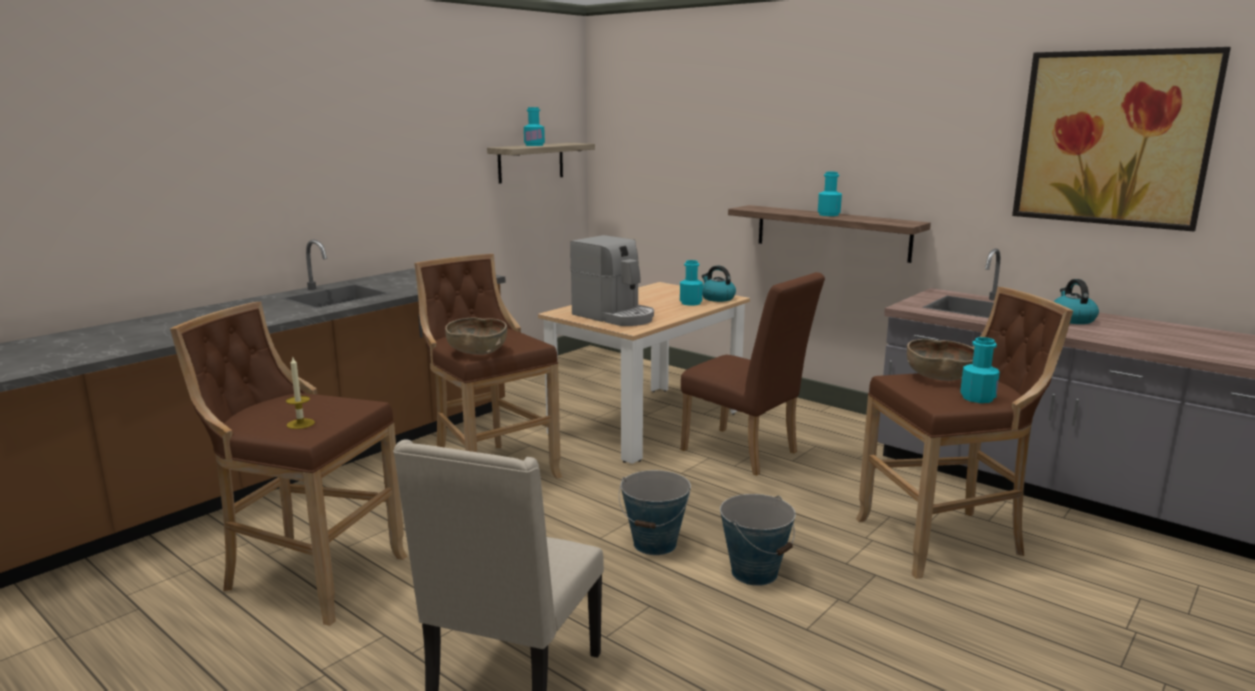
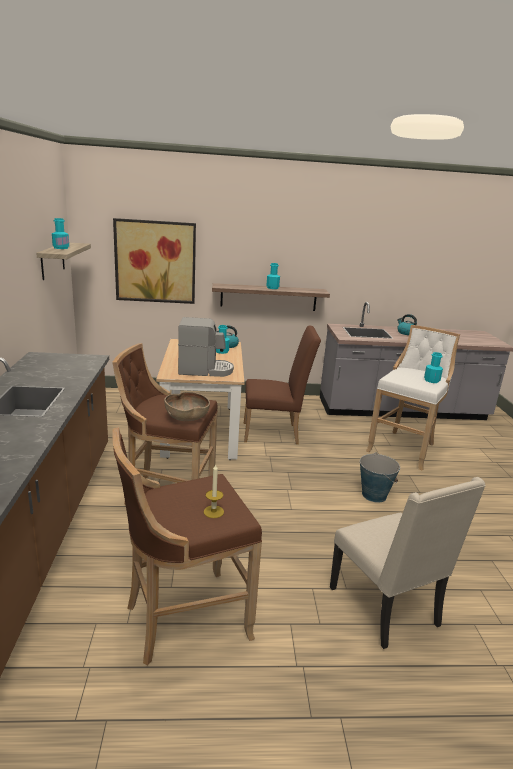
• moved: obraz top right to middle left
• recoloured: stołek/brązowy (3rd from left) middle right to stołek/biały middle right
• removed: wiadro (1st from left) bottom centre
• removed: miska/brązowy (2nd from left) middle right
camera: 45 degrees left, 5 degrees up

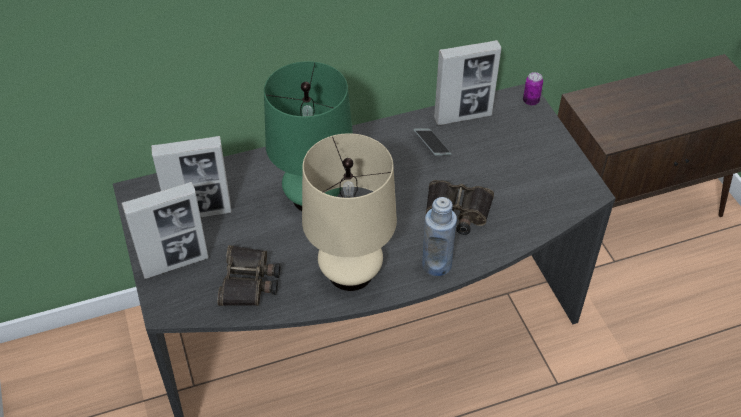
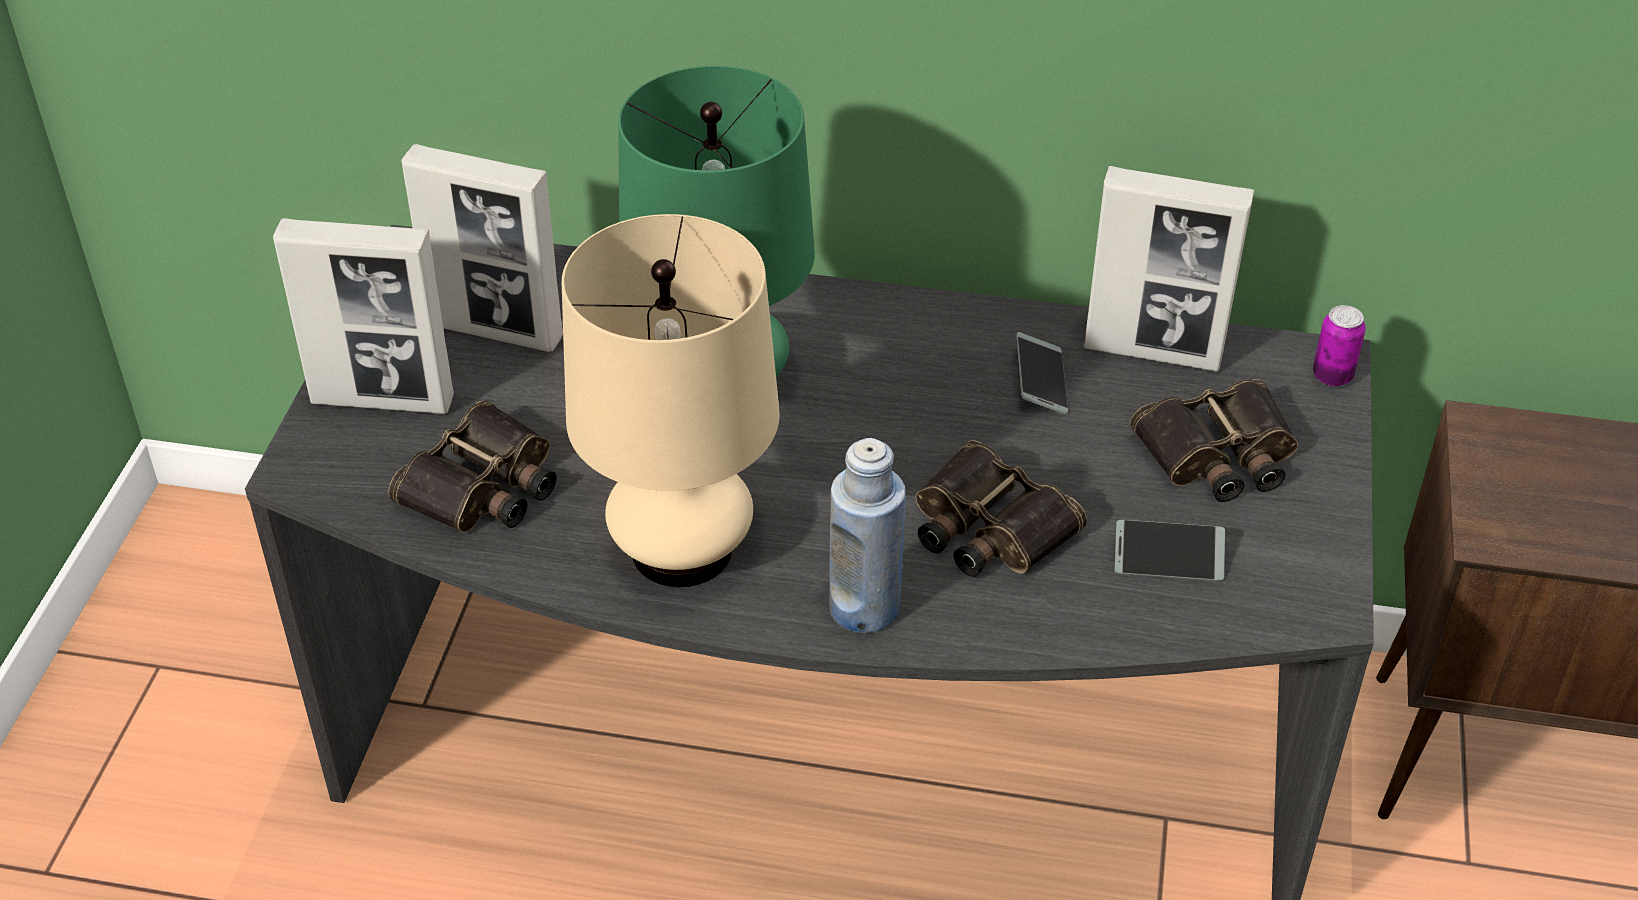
• added: telefon (2nd from left) middle right
• added: lornetka (3rd from left) middle right
camera: 30 degrees right, 5 degrees down

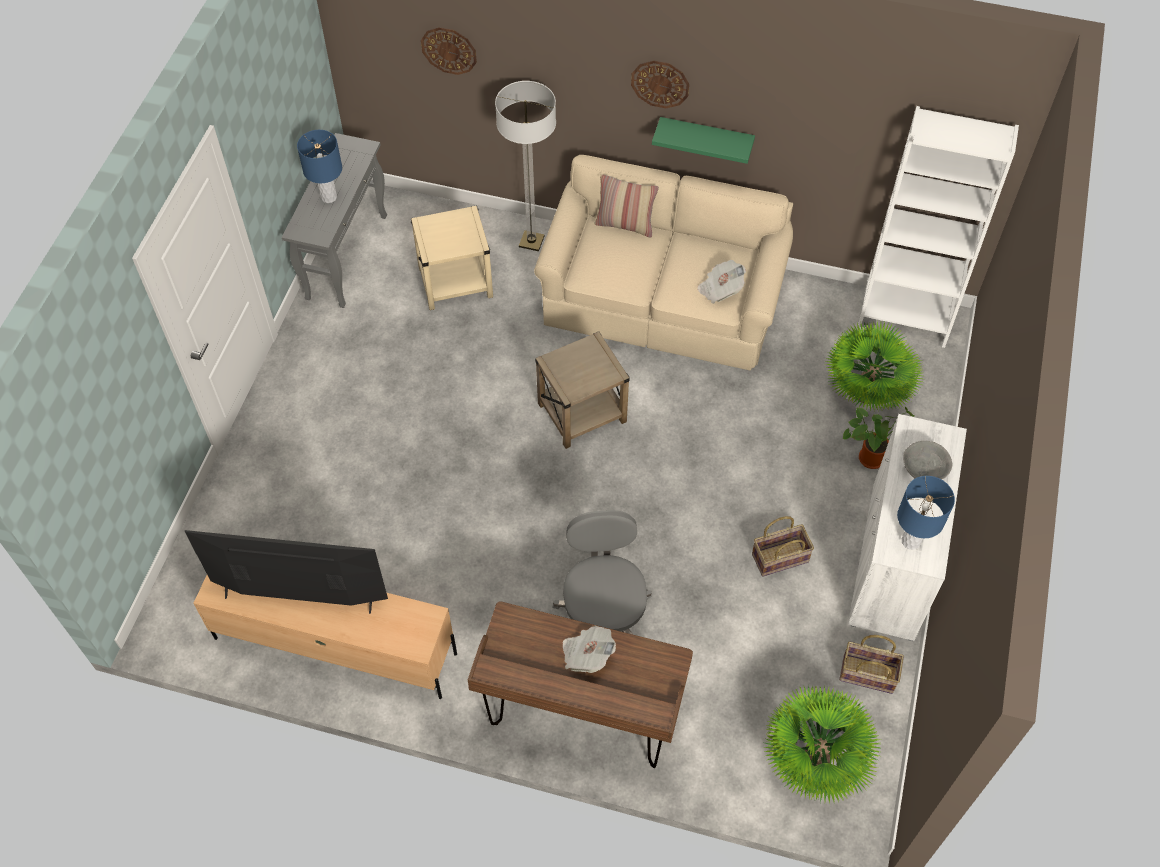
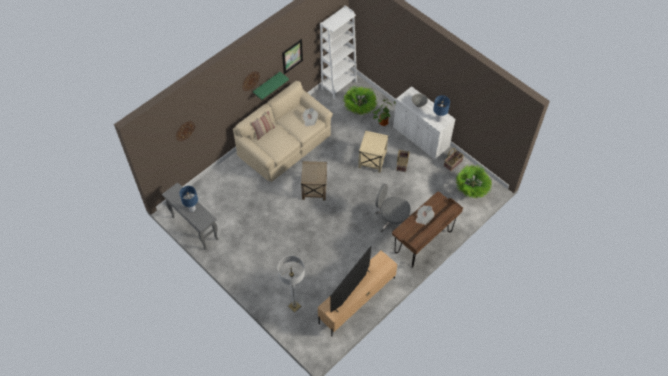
• moved: lampa stojąca top centre to bottom centre
• added: obraz top centre
• moved: stolik/beżowy (1st from left in the first image) top centre to stolik/beżowy (2nd from left) centre
camera: 60 degrees left, 0 degrees up

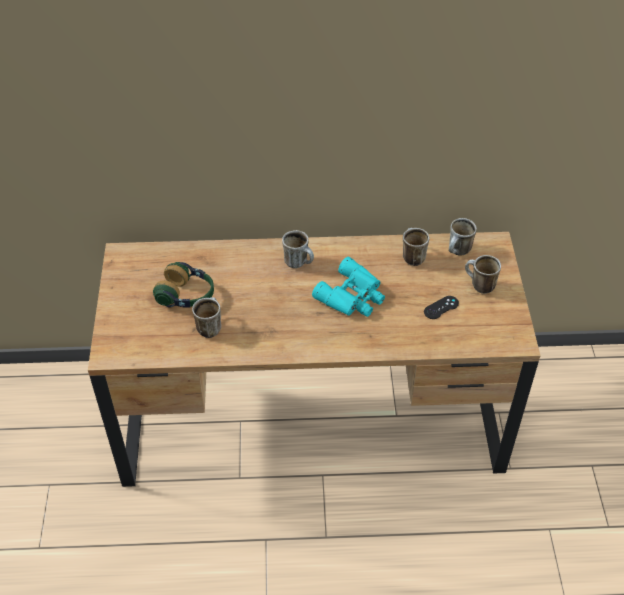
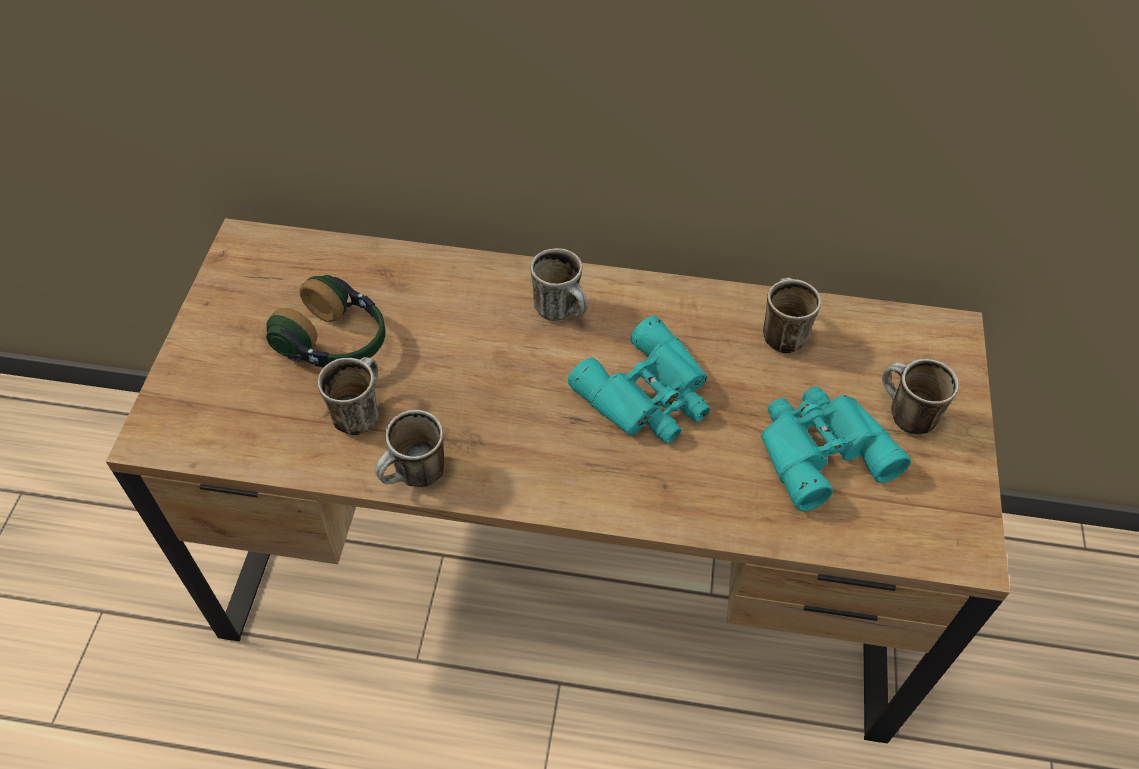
• moved: kubek (4th from left in the first image) middle right to kubek (2nd from left) centre
• replaced: pad do gier/czarny middle right to lornetka/turkusowy (2nd from left) middle right
camera: 10 degrees right, 5 degrees up

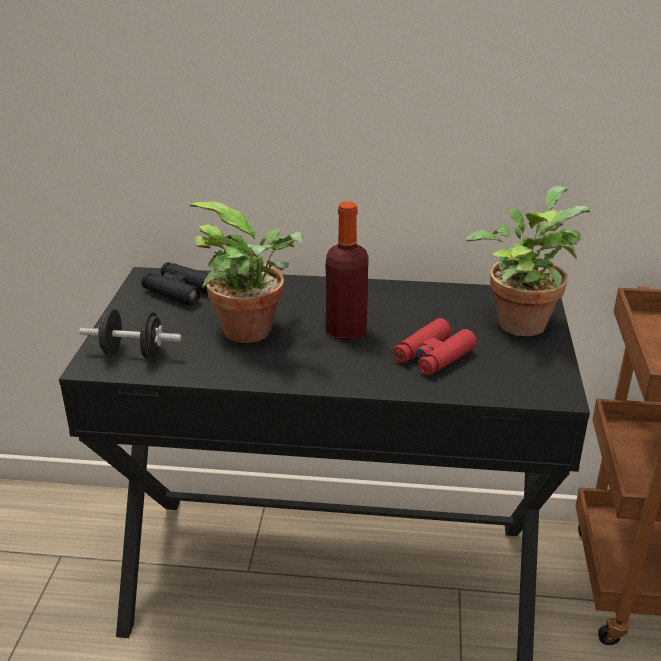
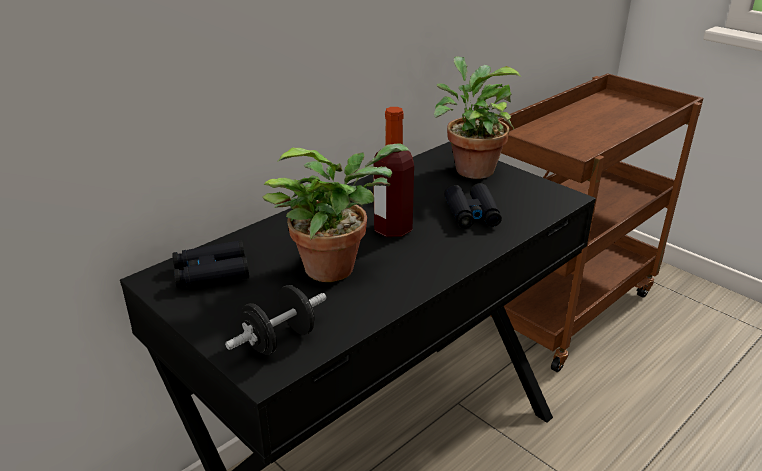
• recoloured: lornetka/czerwony centre to lornetka/czarny (2nd from left) centre
camera: 50 degrees left, 0 degrees up

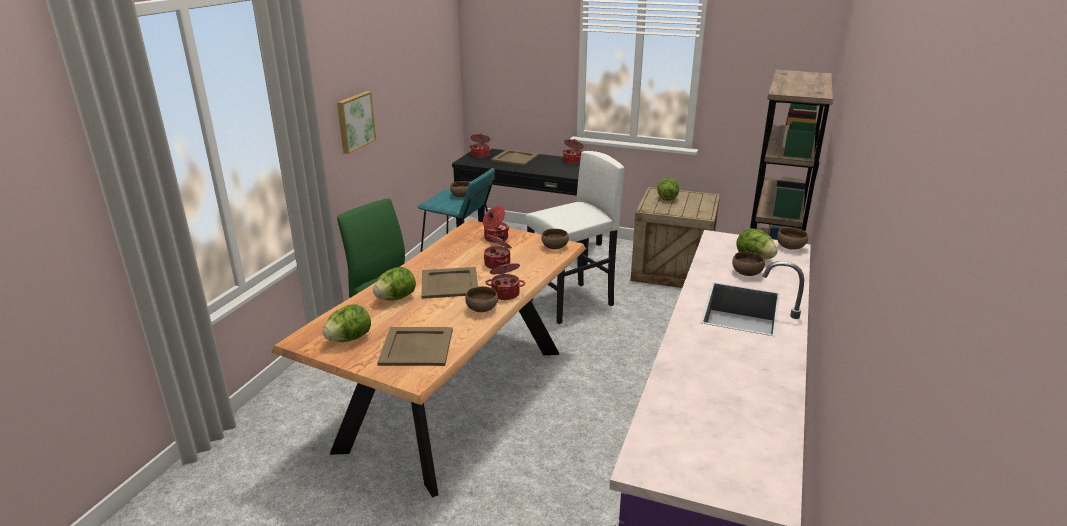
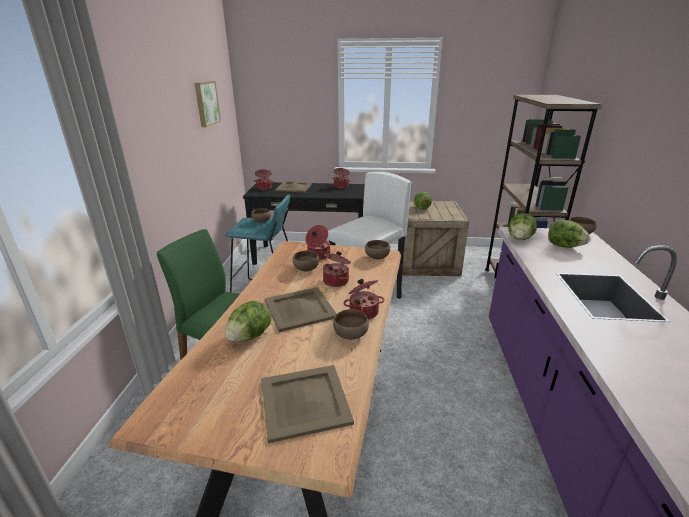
• moved: obraz top centre to top left
• moved: miska/brązowy (4th from left in the first image) middle right to miska/brązowy (2nd from left) centre
• moved: sałata (1st from left in the first image) middle left to sałata (3rd from left) middle right
camera: 15 degrees left, 0 degrees up

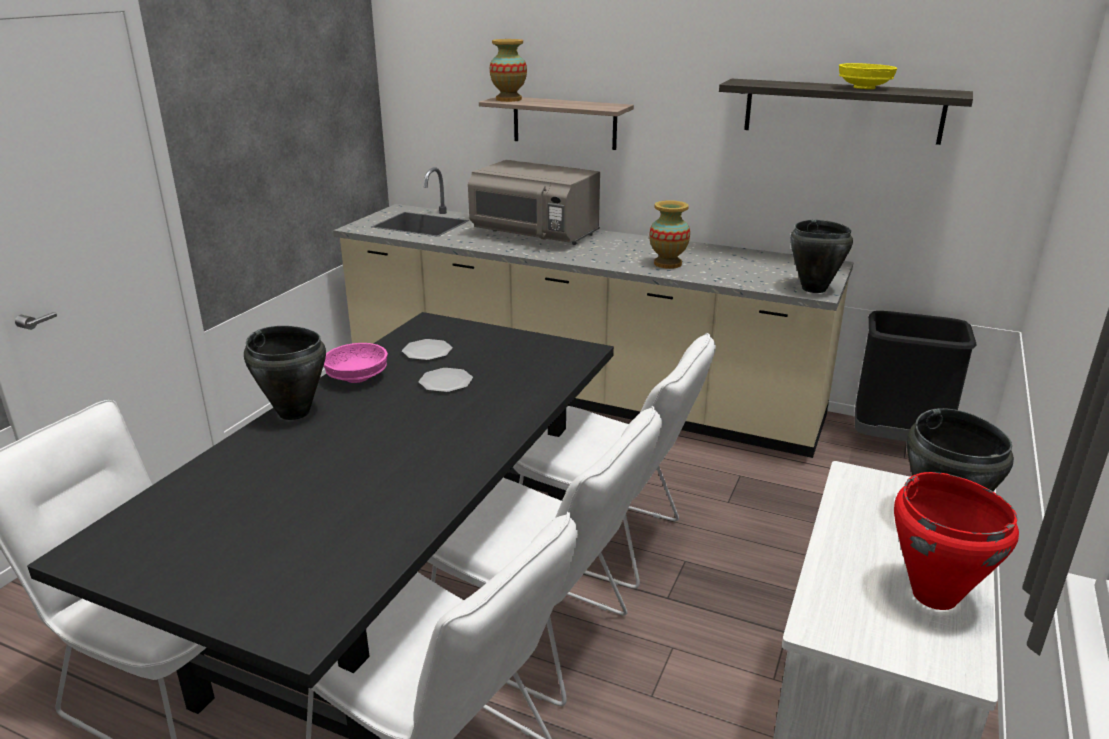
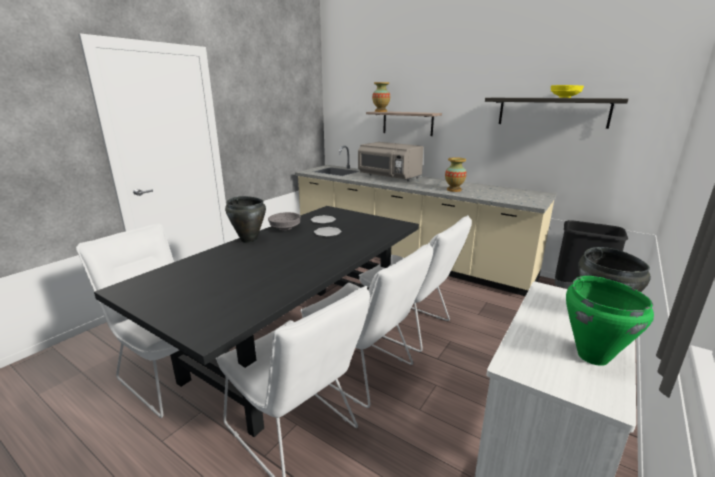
• recoloured: miska/różowy middle left to miska/szary centre
• recoloured: garnek/czerwony bottom right to garnek/zielony bottom right
• removed: garnek/czarny (2nd from left) middle right
camera: 10 degrees right, 5 degrees down

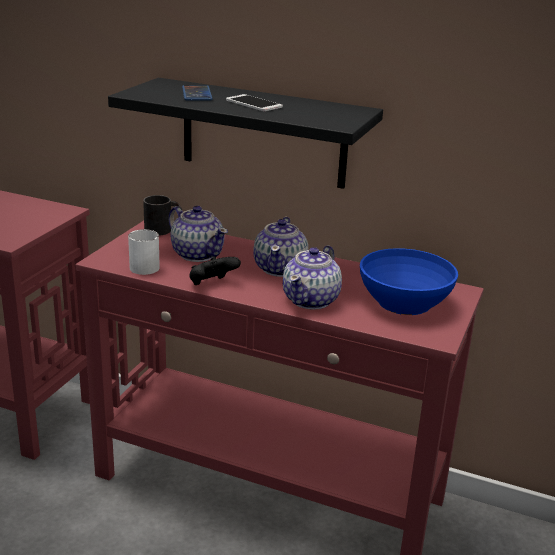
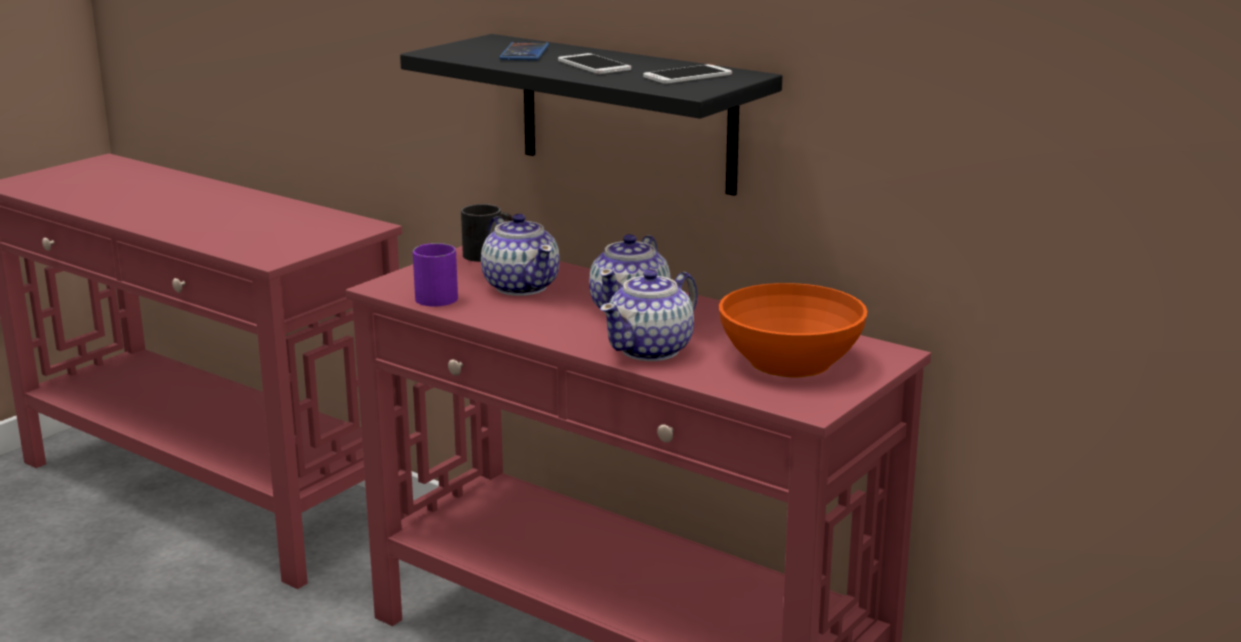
• recoloured: kubek/biały middle left to kubek/fioletowy centre
• added: telefon (3rd from left) top centre
• recoloured: miska/niebieski middle right to miska/pomarańczowy centre
• removed: pad do gier/czarny centre
camera: 15 degrees right, 5 degrees down

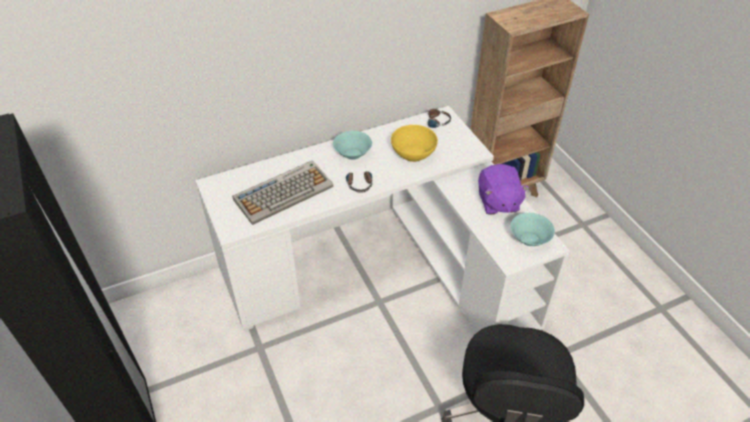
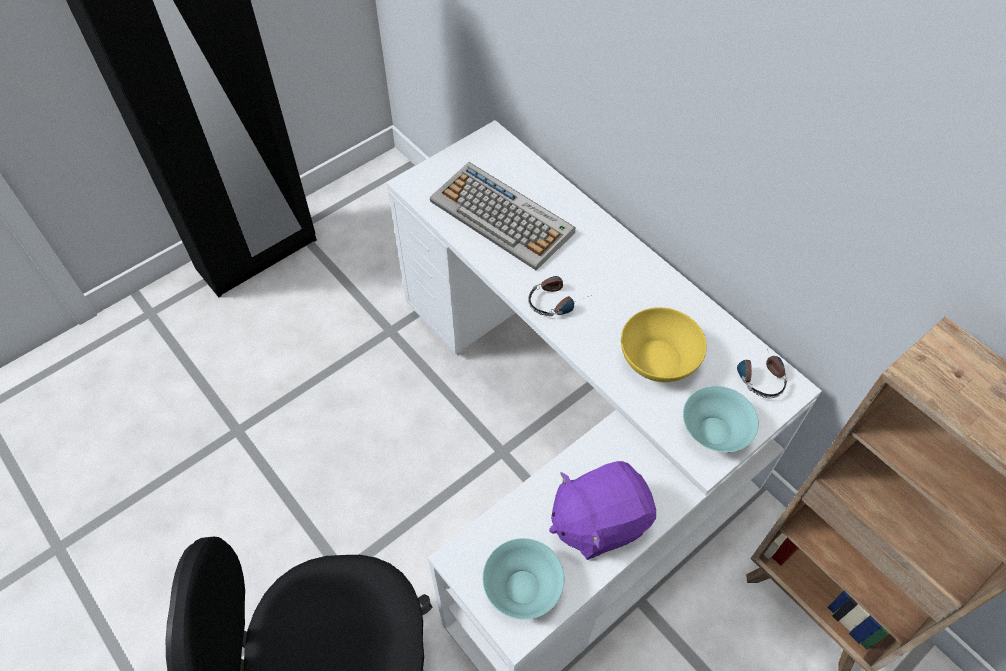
• moved: miska/turkusowy (1st from left in the first image) centre to miska/turkusowy (2nd from left) middle right
camera: 75 degrees right, 10 degrees up

